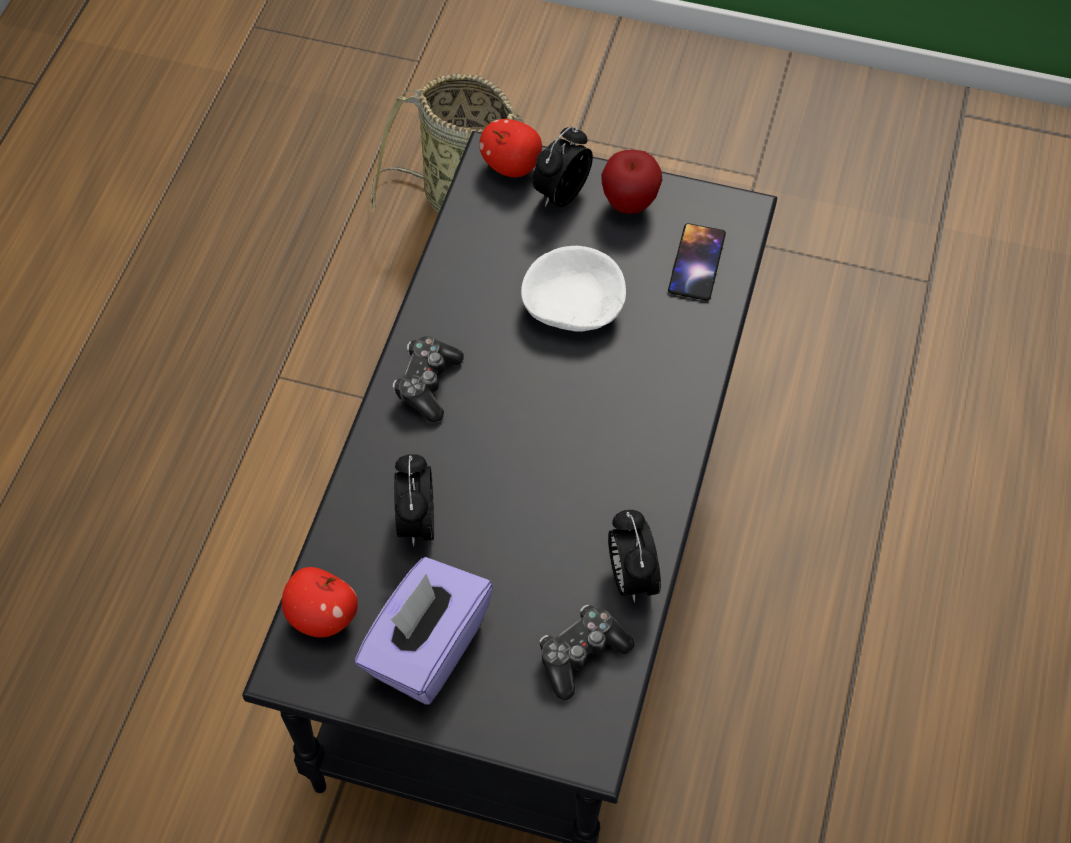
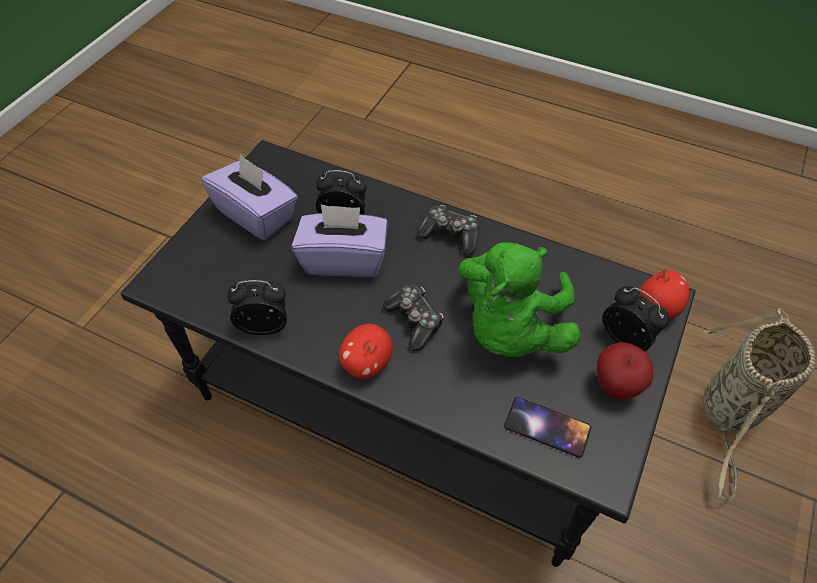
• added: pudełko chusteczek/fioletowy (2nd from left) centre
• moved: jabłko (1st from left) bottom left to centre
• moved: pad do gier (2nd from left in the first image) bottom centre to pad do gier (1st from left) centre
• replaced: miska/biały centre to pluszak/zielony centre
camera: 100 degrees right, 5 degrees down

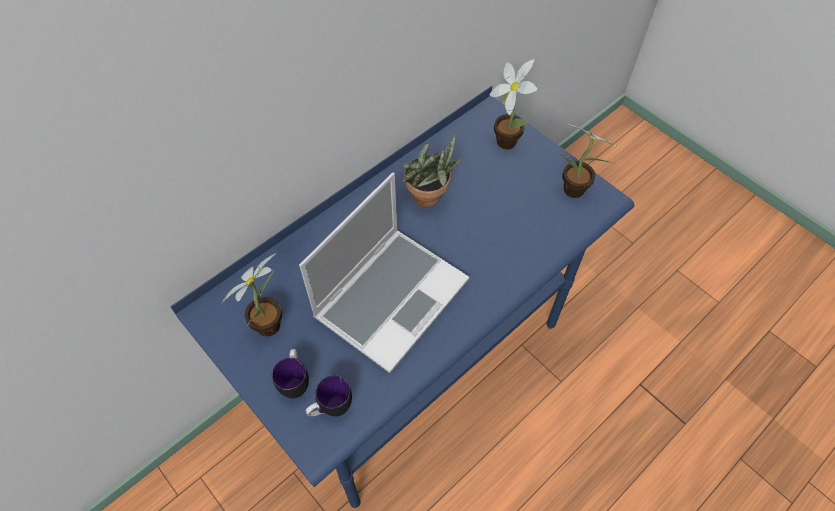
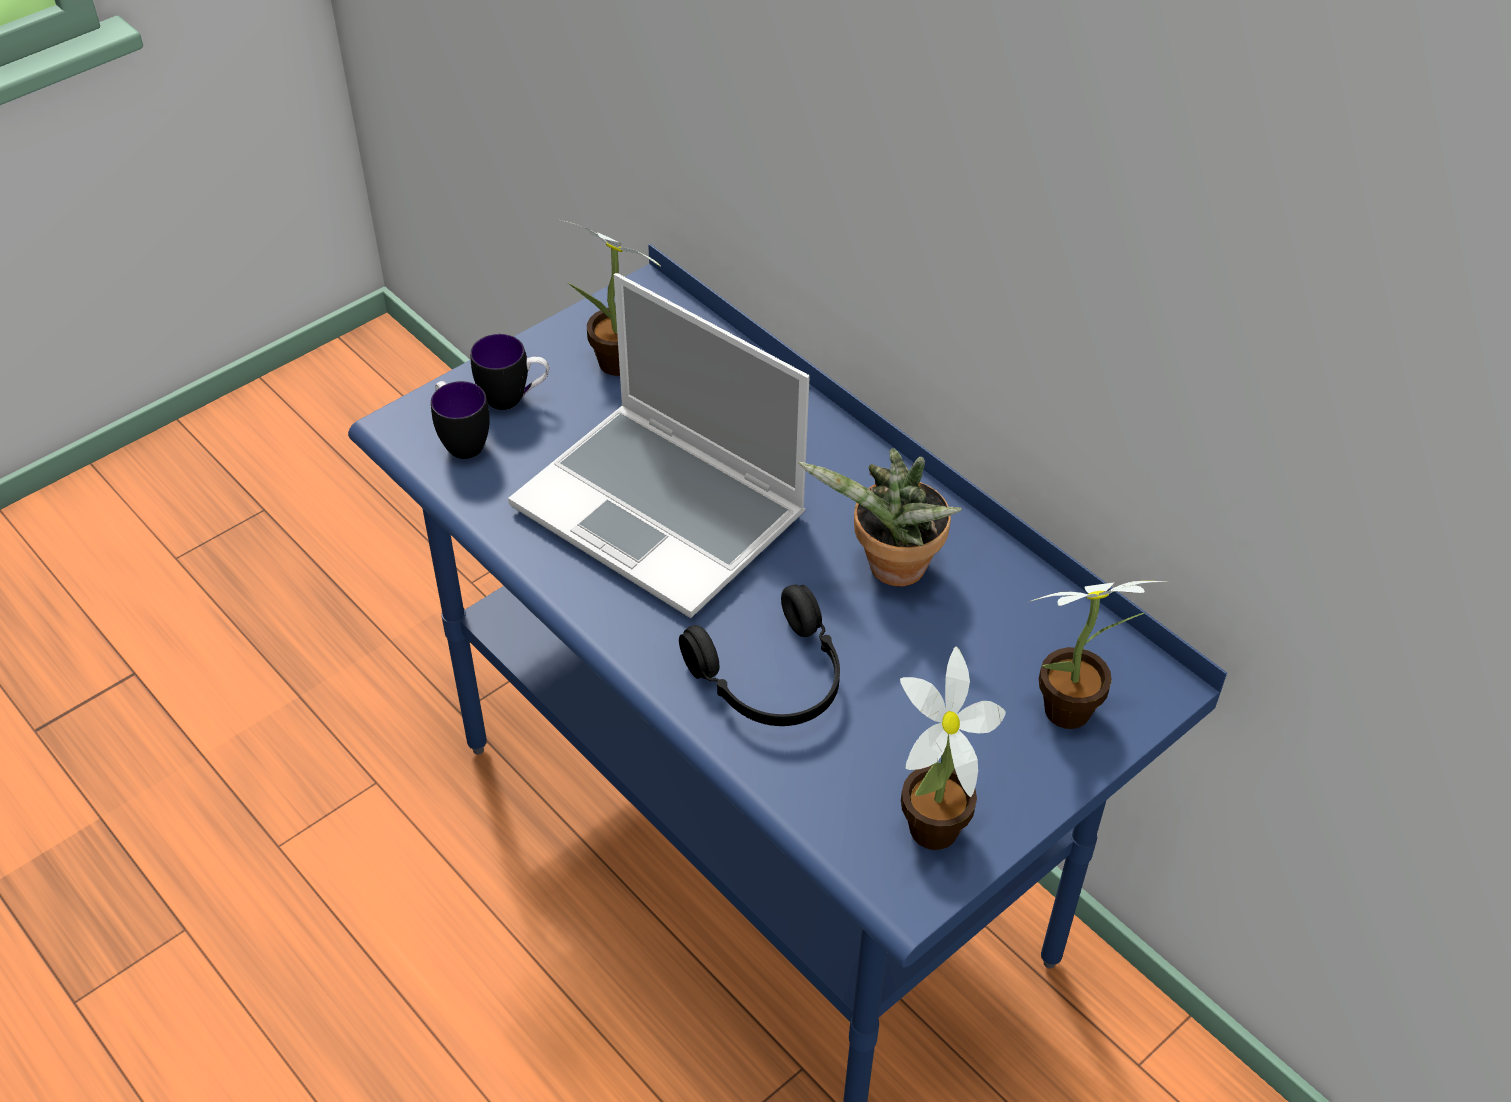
• added: słuchawki/czarny centre
camera: 90 degrees right, 10 degrees down

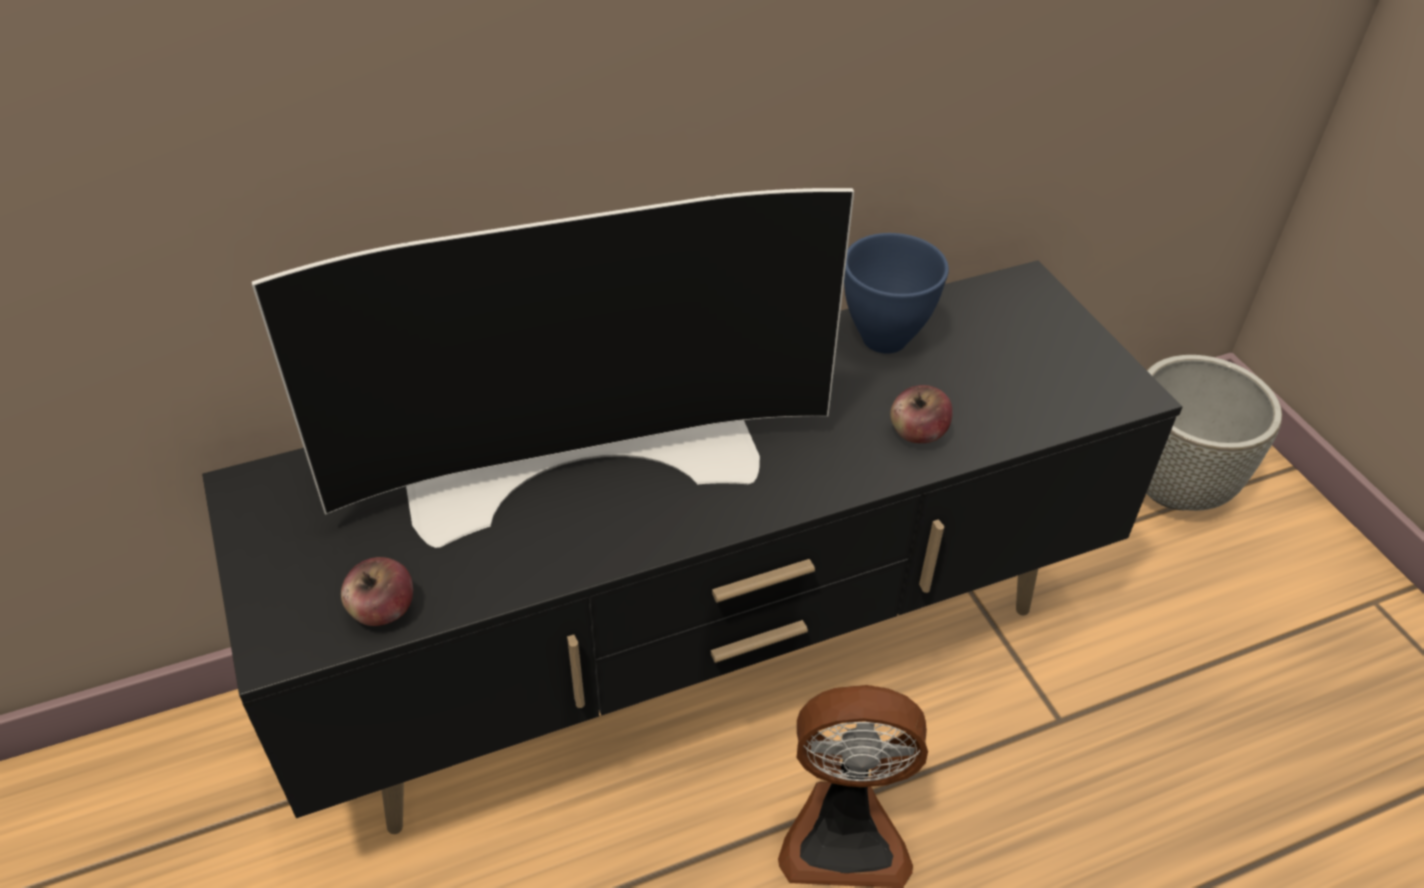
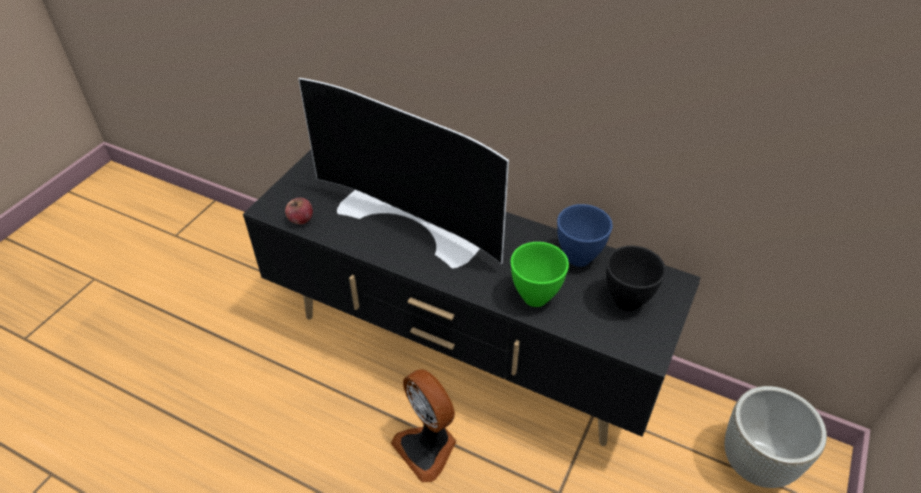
• replaced: jabłko (2nd from left) centre to miska/zielony centre
• added: miska/czarny middle right
camera: 50 degrees right, 0 degrees up

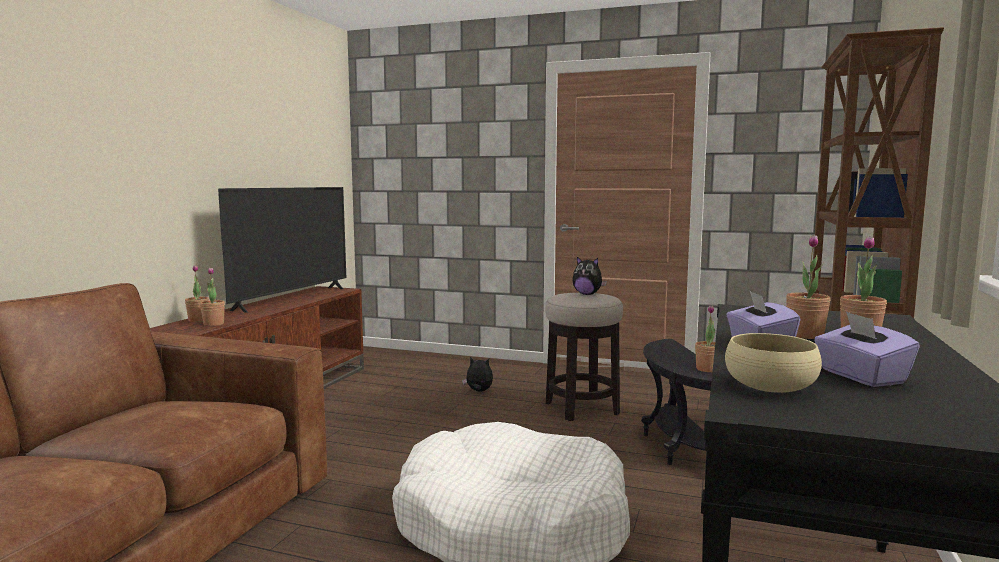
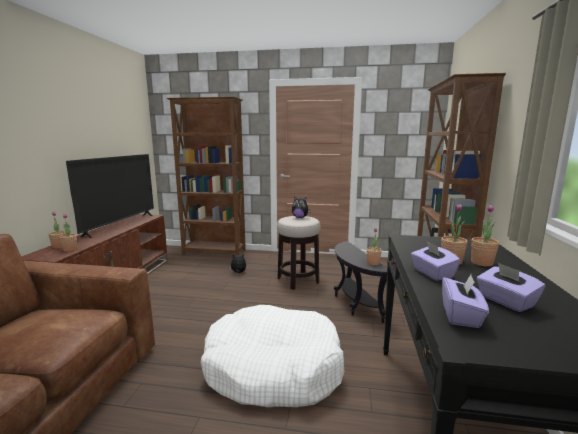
• added: regał/brązowy (1st from left) centre
• replaced: miska/beżowy middle right to pudełko chusteczek/fioletowy (2nd from left) bottom right
camera: 10 degrees left, 5 degrees up

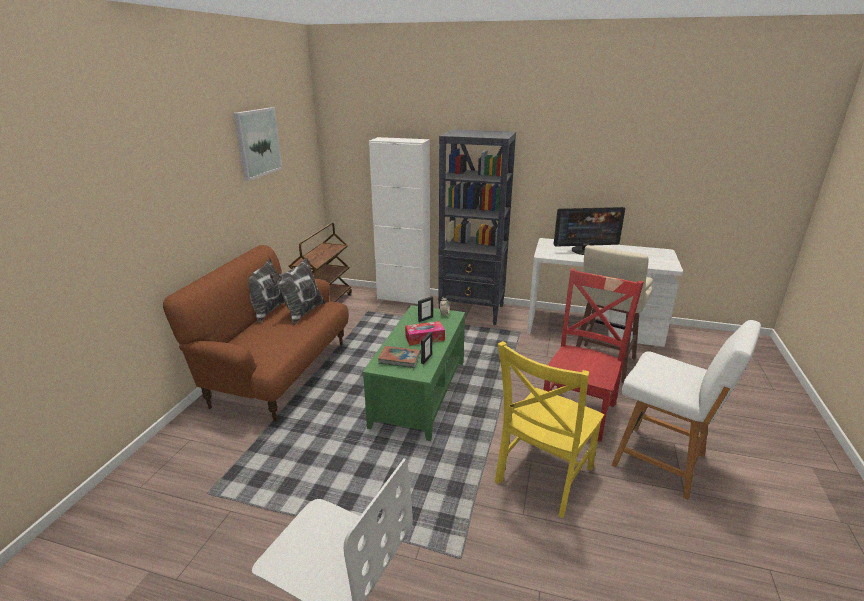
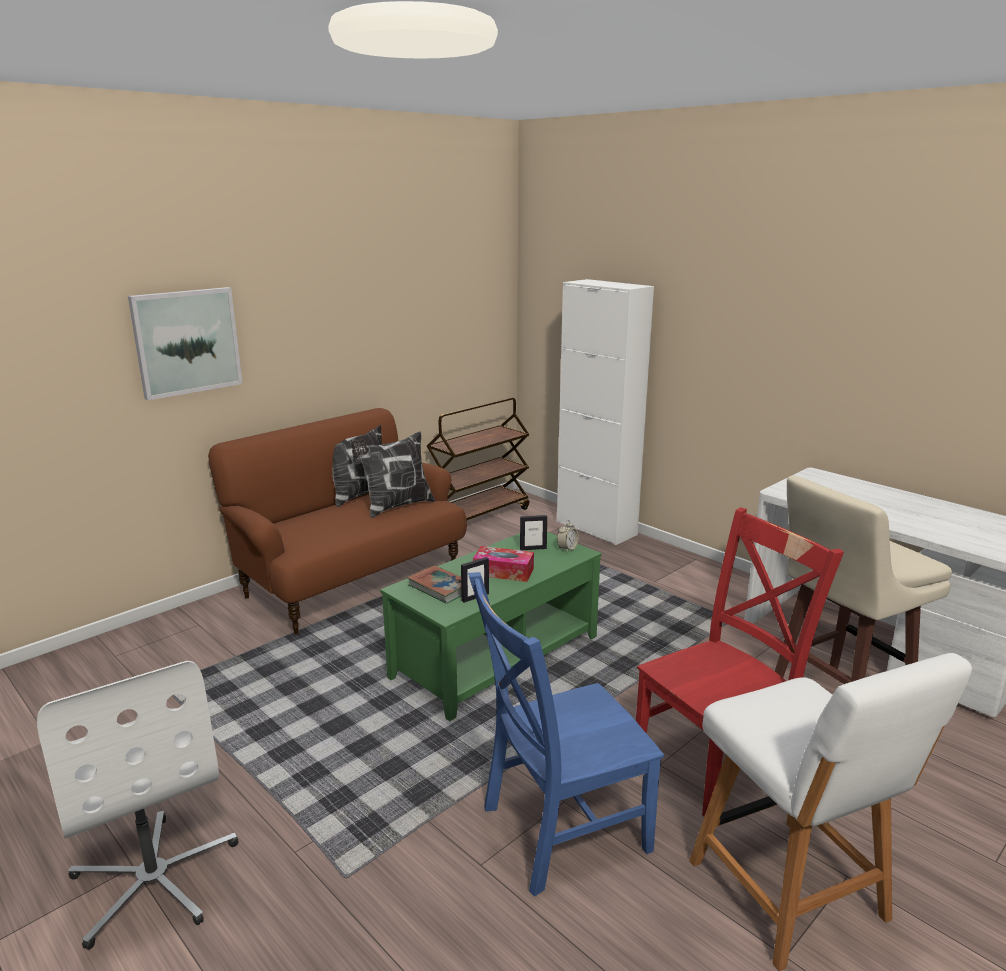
• moved: obraz top left to middle left
• recoloured: krzesło/żółty bottom centre to krzesło/niebieski bottom centre
• removed: regał/czarny centre
• removed: monitor middle right
camera: 30 degrees right, 5 degrees down

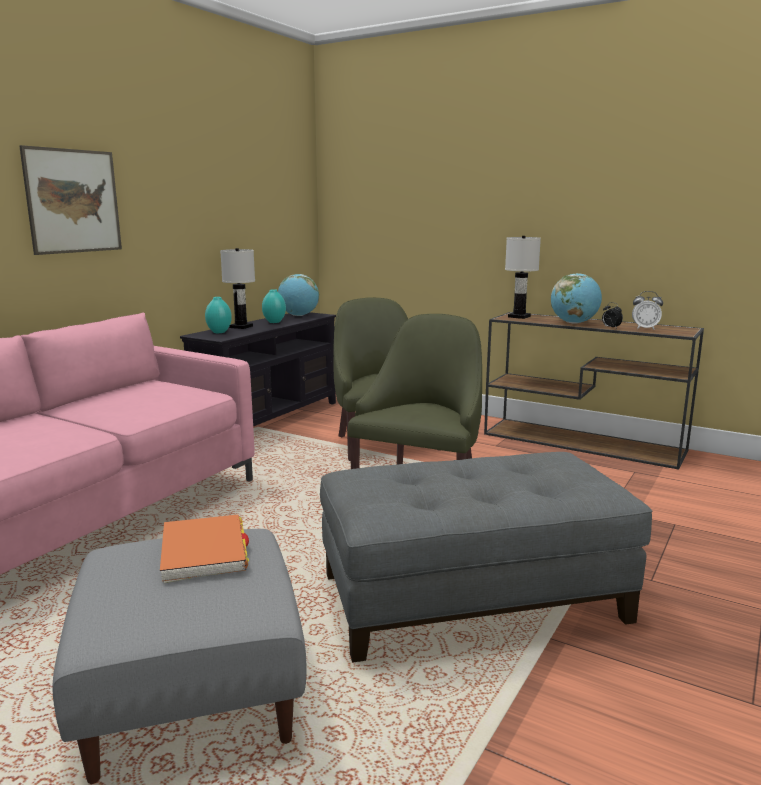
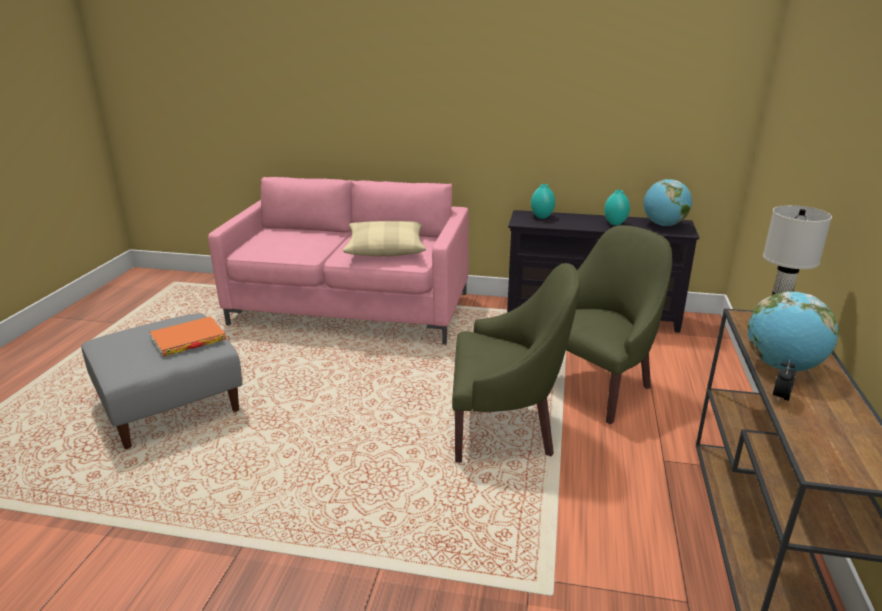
• added: poduszka/beżowy centre
• removed: obraz top left
• removed: lampa stołowa/biały (1st from left) middle left
• removed: pufa/szary (2nd from left) bottom centre
• removed: budzik (2nd from left) middle right
camera: 70 degrees right, 10 degrees up

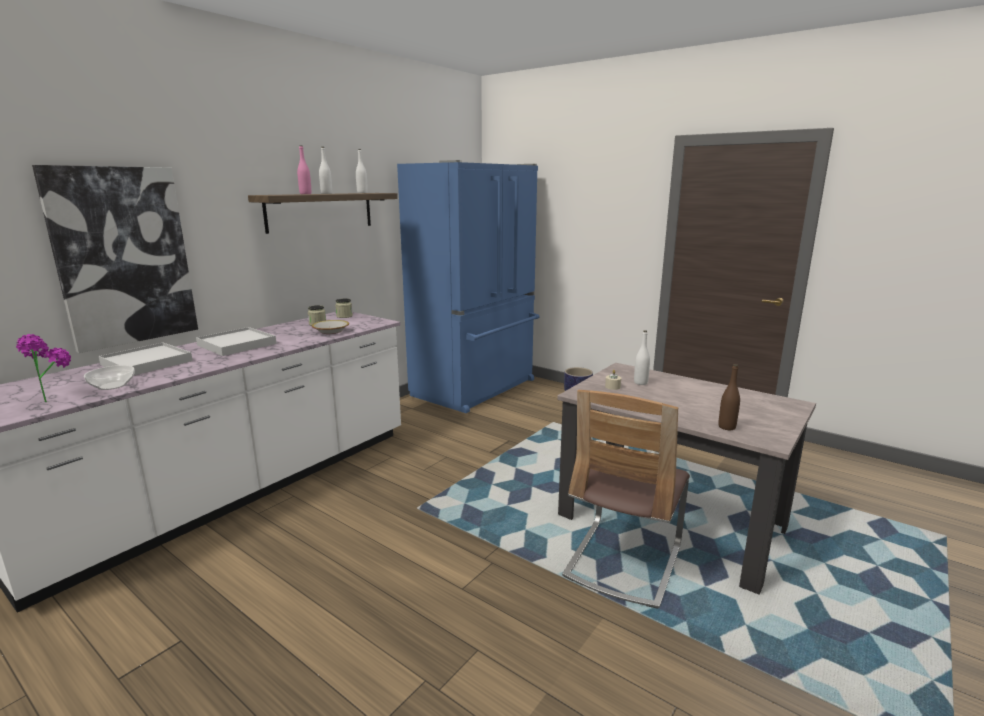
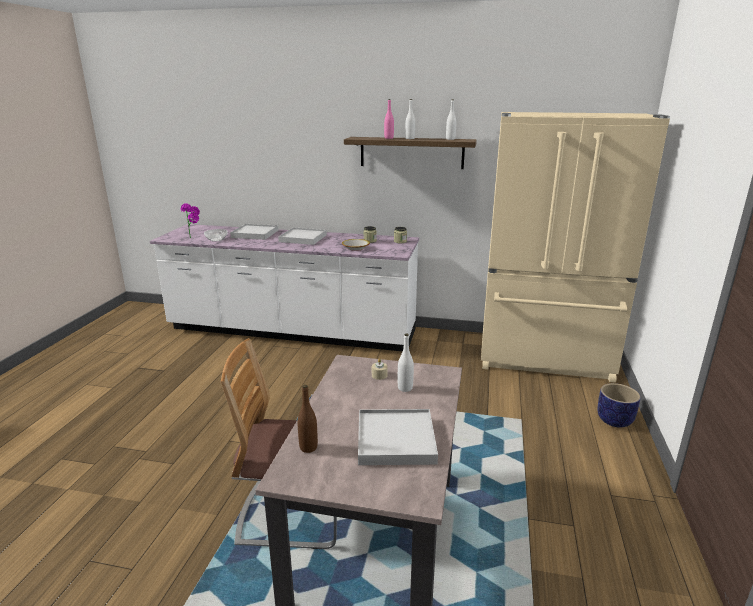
• added: taca/biały (3rd from left) bottom centre
• recoloured: lodówka/niebieski centre to lodówka/beżowy middle right
• removed: obraz middle left
camera: 65 degrees right, 5 degrees up

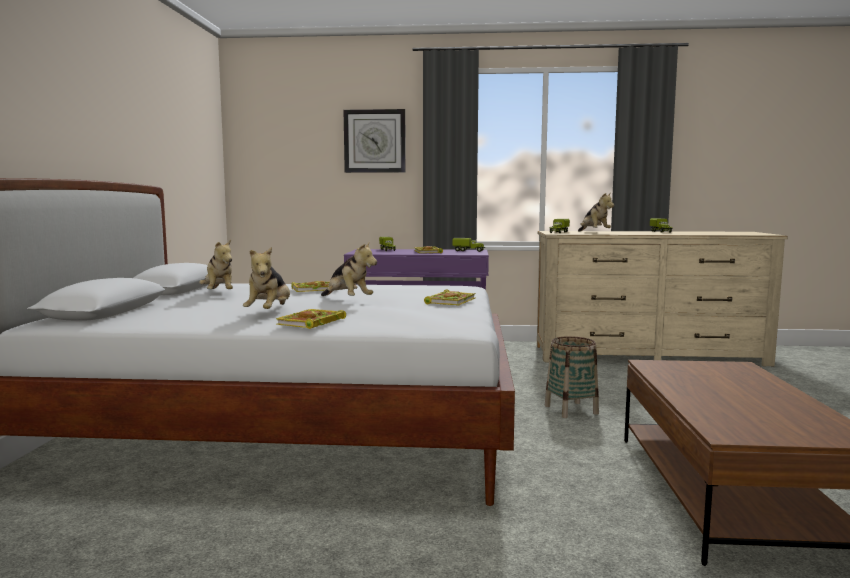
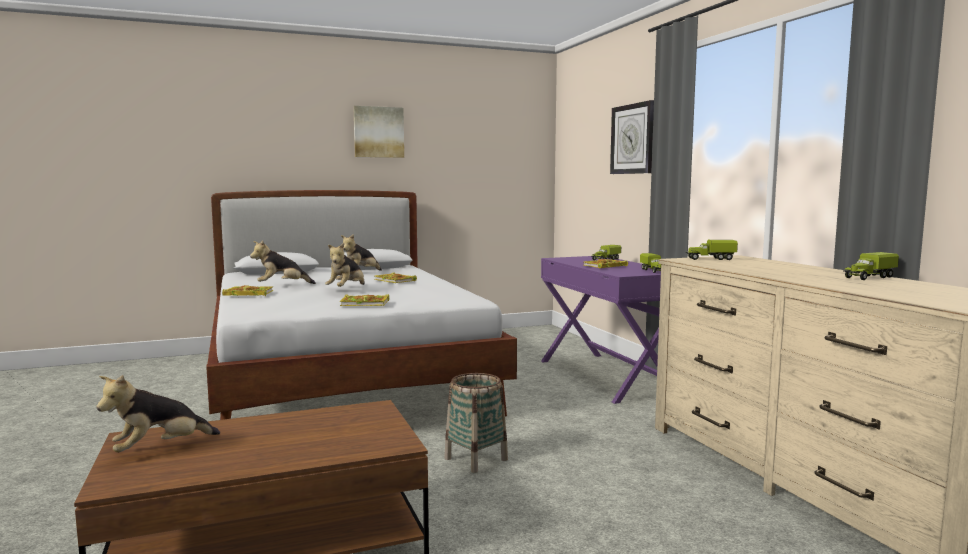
• moved: pluszak (4th from left in the first image) middle right to pluszak (1st from left) bottom left
• added: obraz top centre
camera: 65 degrees right, 0 degrees up

